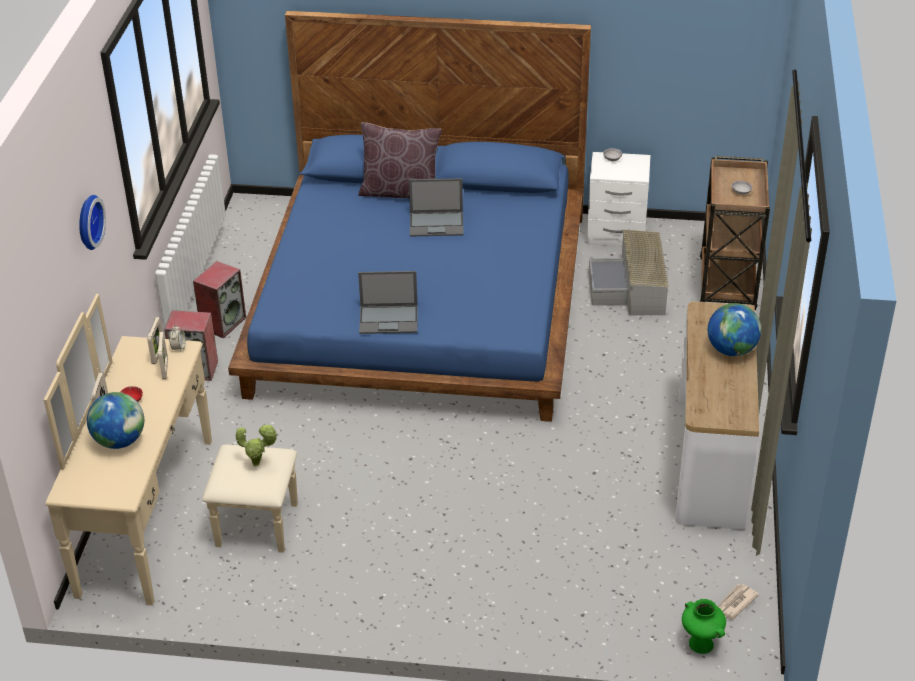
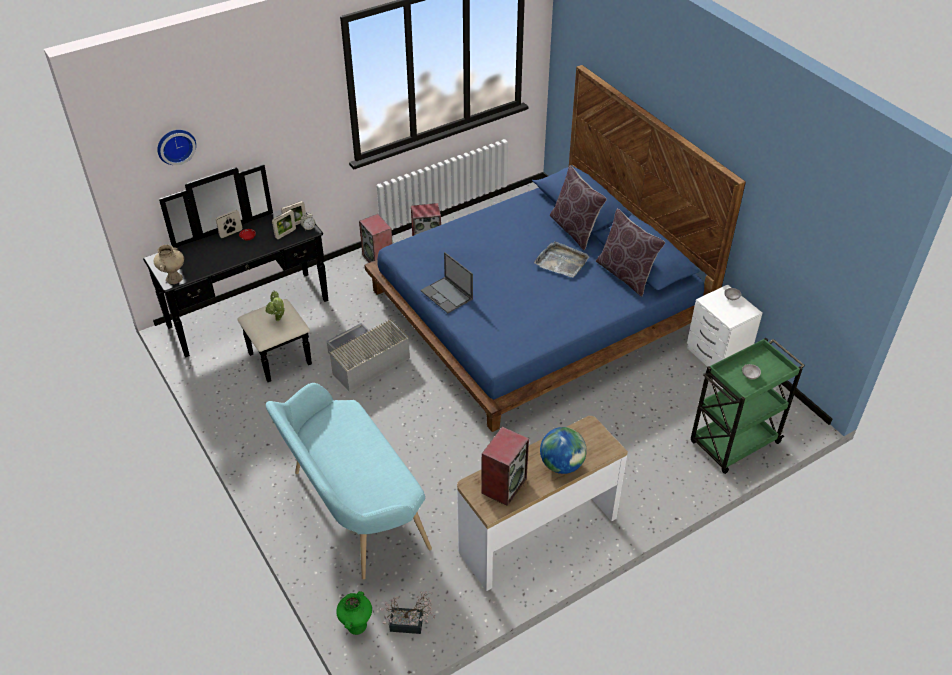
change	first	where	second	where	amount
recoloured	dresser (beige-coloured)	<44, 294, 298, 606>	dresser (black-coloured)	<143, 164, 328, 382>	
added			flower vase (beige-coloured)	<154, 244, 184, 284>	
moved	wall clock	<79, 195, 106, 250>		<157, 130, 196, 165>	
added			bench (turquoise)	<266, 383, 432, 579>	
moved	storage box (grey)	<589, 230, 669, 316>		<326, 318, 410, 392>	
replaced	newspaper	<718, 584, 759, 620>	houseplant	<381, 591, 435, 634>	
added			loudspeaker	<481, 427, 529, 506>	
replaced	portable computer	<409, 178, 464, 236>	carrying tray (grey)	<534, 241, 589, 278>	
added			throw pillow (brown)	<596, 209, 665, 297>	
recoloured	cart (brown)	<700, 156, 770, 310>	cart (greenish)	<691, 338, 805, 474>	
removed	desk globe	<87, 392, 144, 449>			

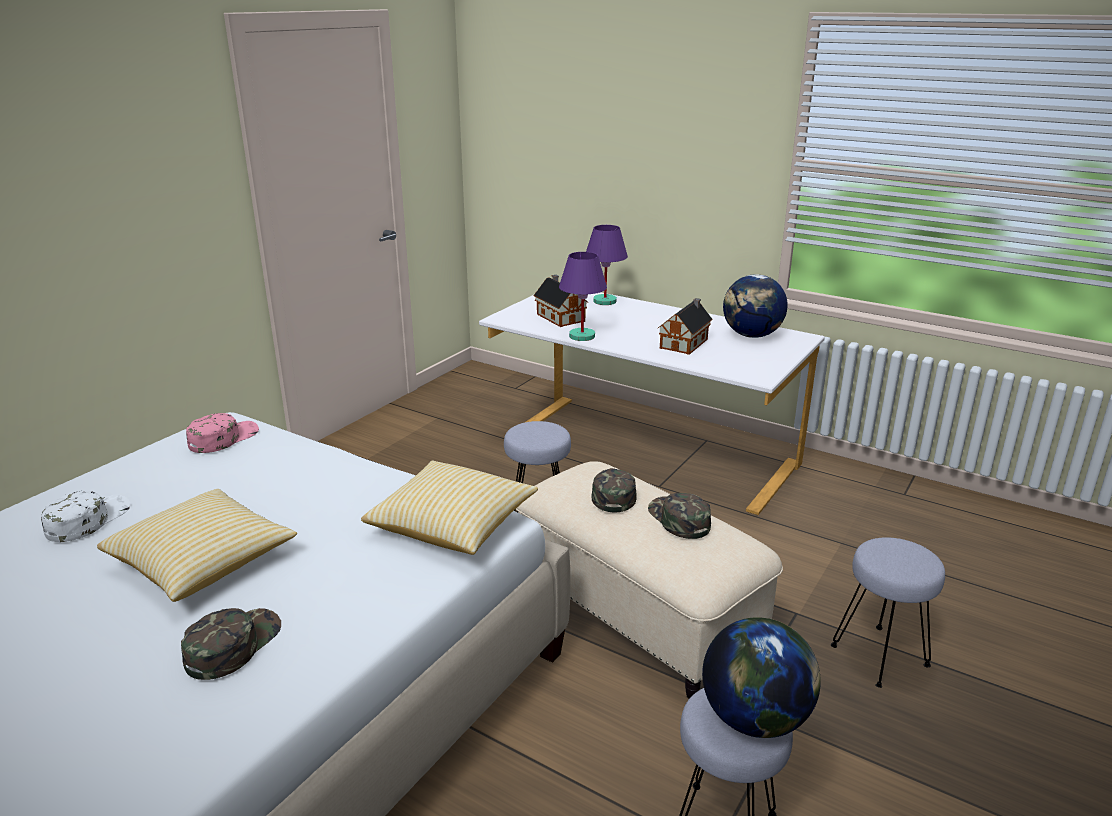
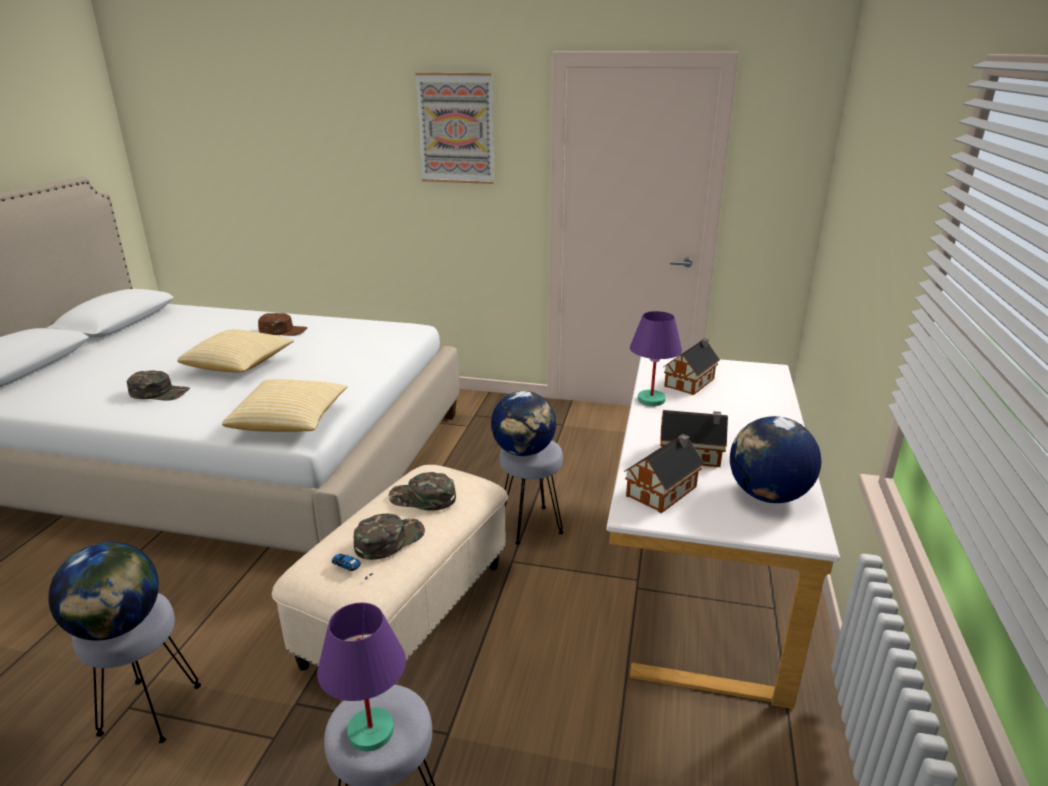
change	first	where	second	where	amount
recoloured	peaked cap (whitish)	<41, 490, 131, 542>	peaked cap (brown)	<258, 313, 308, 336>	
moved	table lamp (purplish)	<586, 225, 628, 305>		<317, 603, 406, 751>	
added			toy car	<332, 554, 373, 580>	
turned	peaked cap (greenish)	<591, 468, 637, 512>		<389, 472, 456, 511>	150 degrees counterclockwise
added			picture	<415, 73, 494, 184>	
added			desk globe	<491, 391, 556, 456>	
added			miniature house	<624, 434, 704, 513>	
removed	peaked cap (pinkish)	<186, 413, 259, 453>			

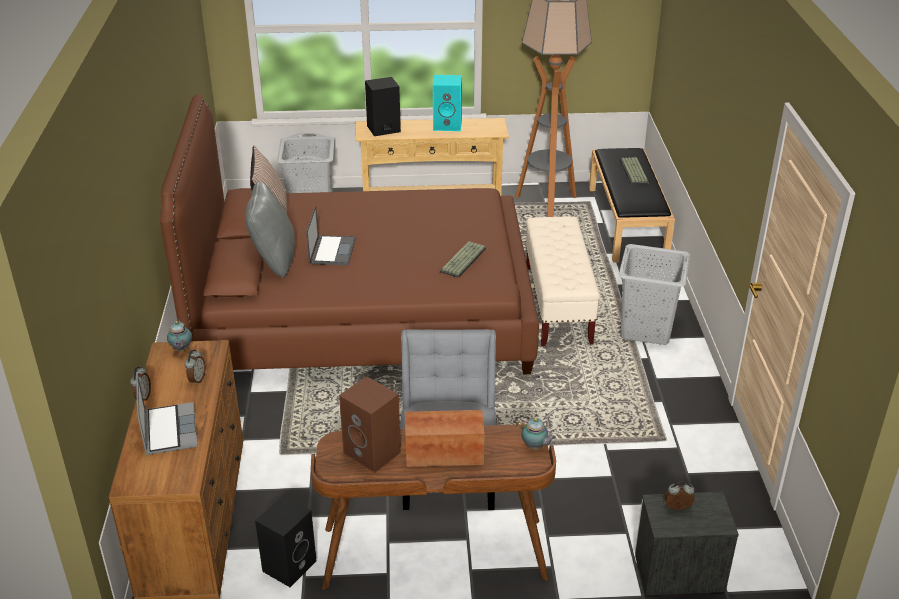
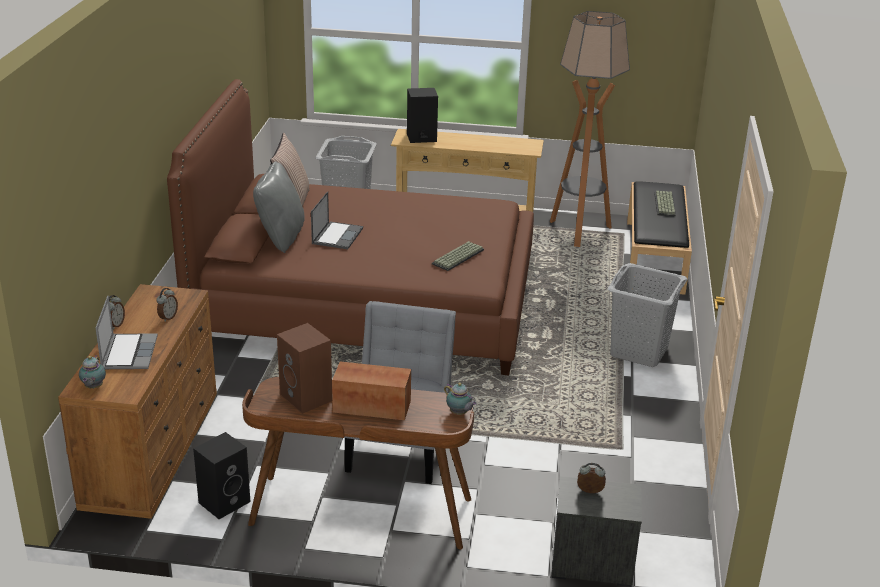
change	first	where	second	where	amount
moved	teapot	<167, 319, 192, 351>		<79, 355, 106, 389>	
removed	loudspeaker (turquoise)	<433, 75, 462, 131>			
removed	bench (beige-coloured)	<526, 216, 600, 346>			

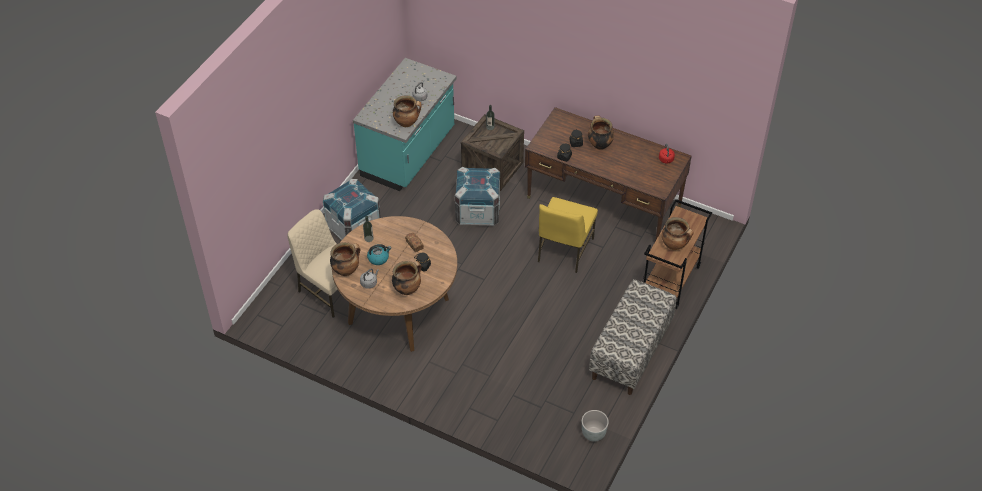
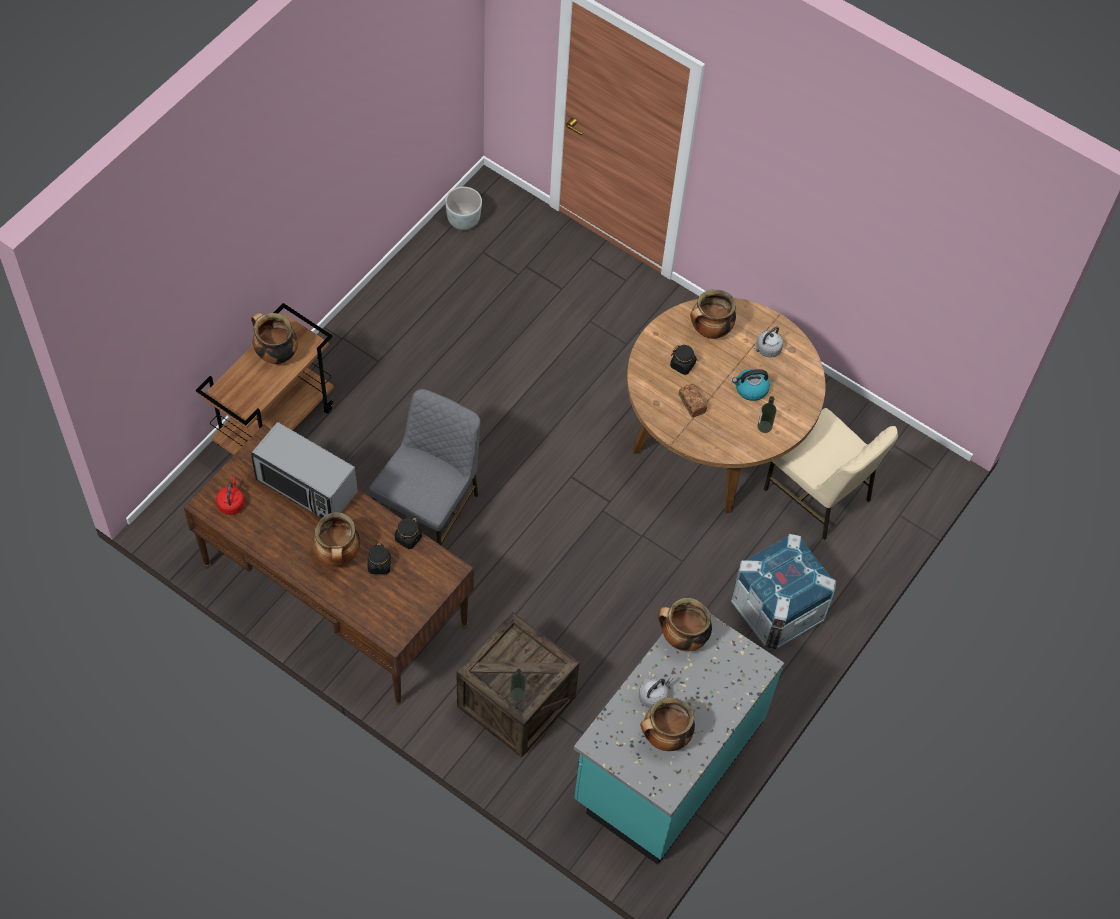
change	first	where	second	where	amount
added			microwave oven	<251, 422, 358, 518>	
recoloured	upright chair (yellowish)	<538, 197, 598, 273>	upright chair (grey)	<369, 389, 481, 545>	
moved	cooking pot	<330, 242, 360, 276>		<640, 697, 695, 751>	
removed	crate	<455, 167, 500, 226>			
removed	bench	<589, 279, 677, 395>			

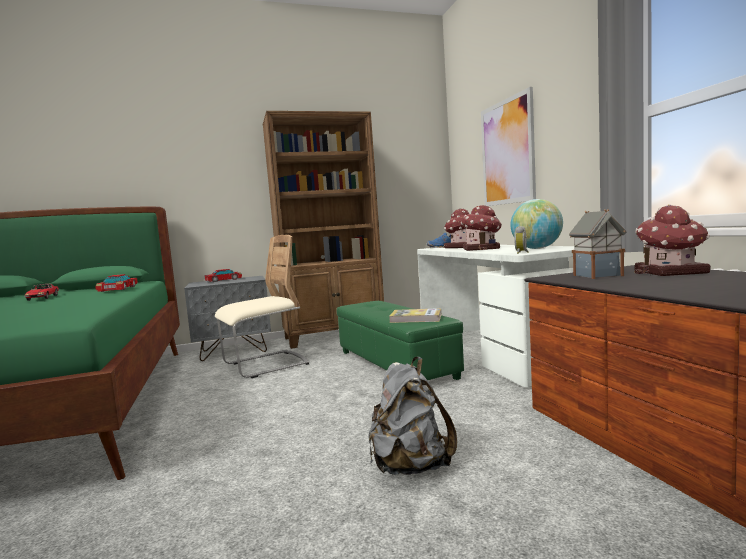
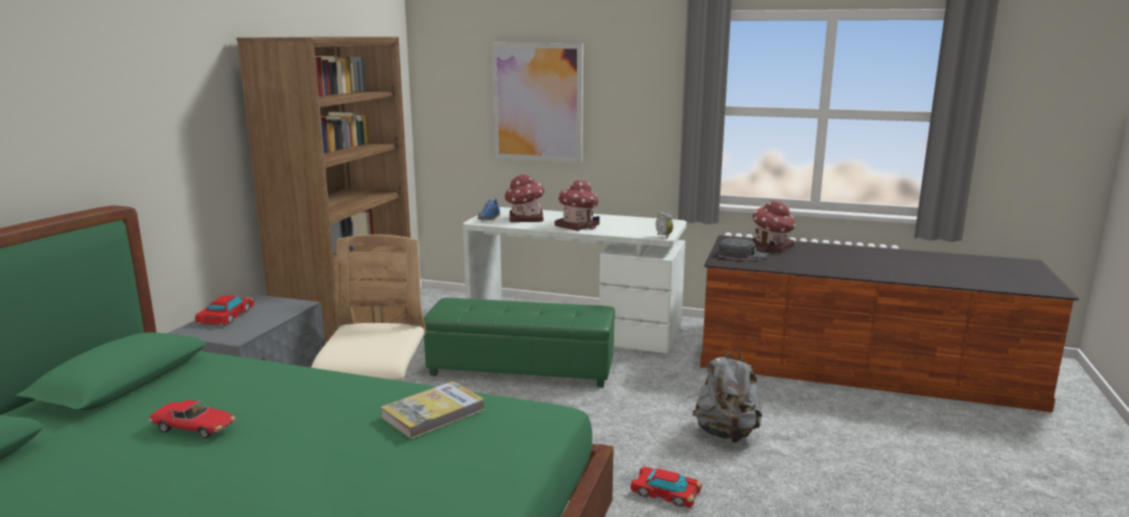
change	first	where	second	where	amount
moved	book	<389, 308, 441, 323>		<381, 381, 485, 439>	
moved	toy car	<95, 274, 138, 292>		<631, 467, 702, 508>	
replaced	miniature house	<569, 209, 627, 279>	peaked cap (black-coloured)	<718, 238, 768, 262>	
removed	desk globe	<510, 199, 563, 249>			

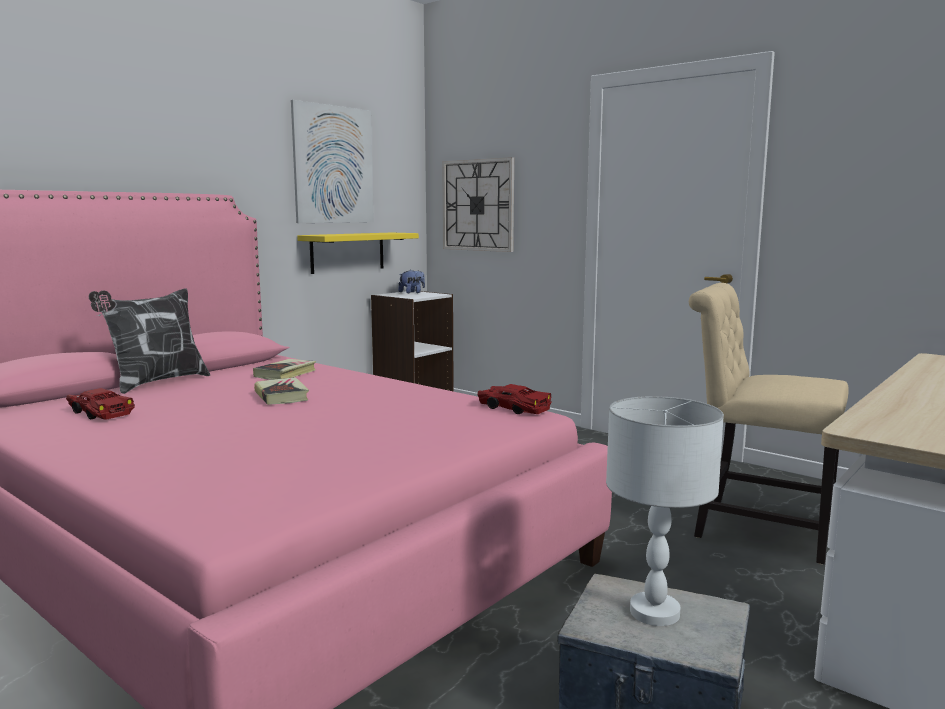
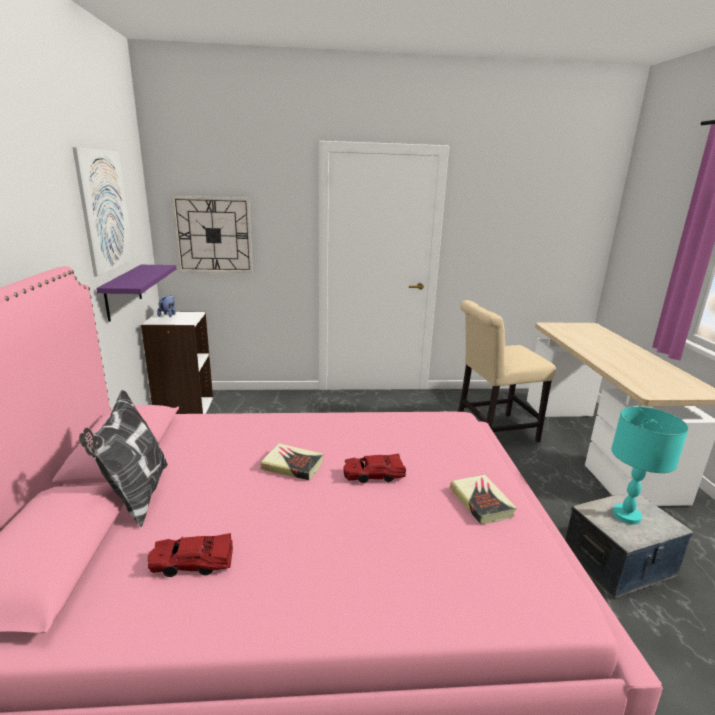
change	first	where	second	where	amount
recoloured	wall shelf (yellowish)	<297, 233, 419, 274>	wall shelf (purplish)	<96, 265, 176, 322>	
moved	toy car (reddish)	<477, 384, 552, 414>		<343, 454, 406, 483>	
moved	book	<253, 359, 316, 380>		<450, 474, 517, 524>	
recoloured	table lamp (whitish)	<606, 396, 724, 626>	table lamp (turquoise)	<611, 406, 689, 524>	

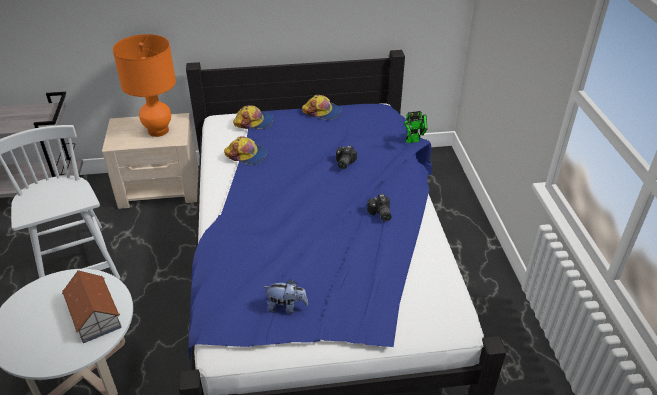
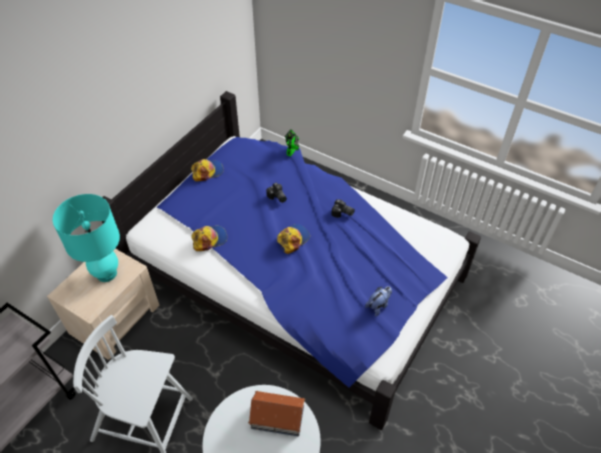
change	first	where	second	where	amount
recoloured	table lamp (orange-coloured)	<113, 34, 176, 137>	table lamp (turquoise)	<53, 194, 120, 282>	
moved	peaked cap	<233, 105, 273, 129>		<277, 224, 310, 254>	

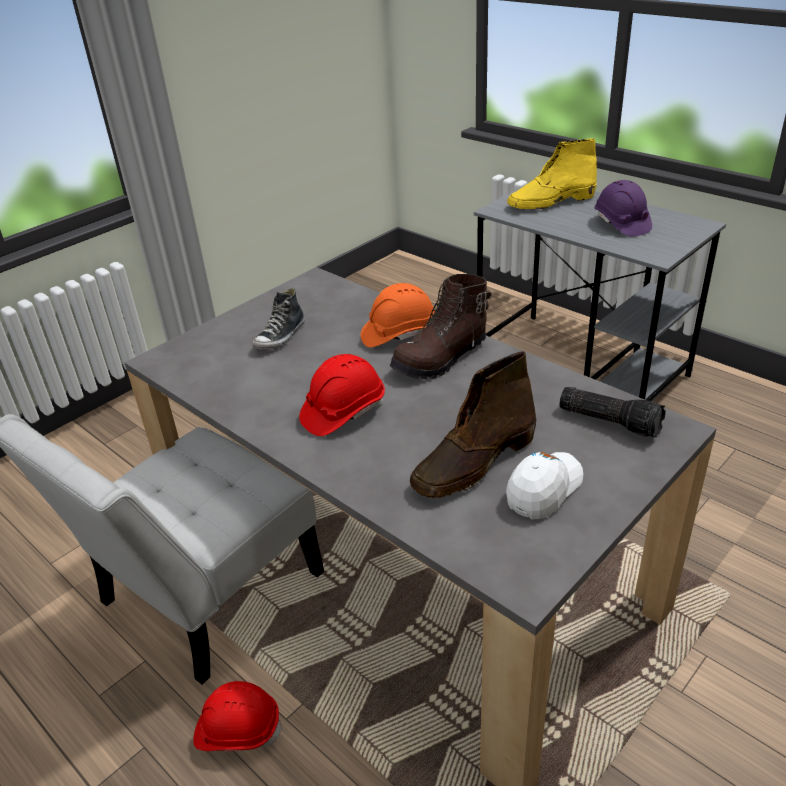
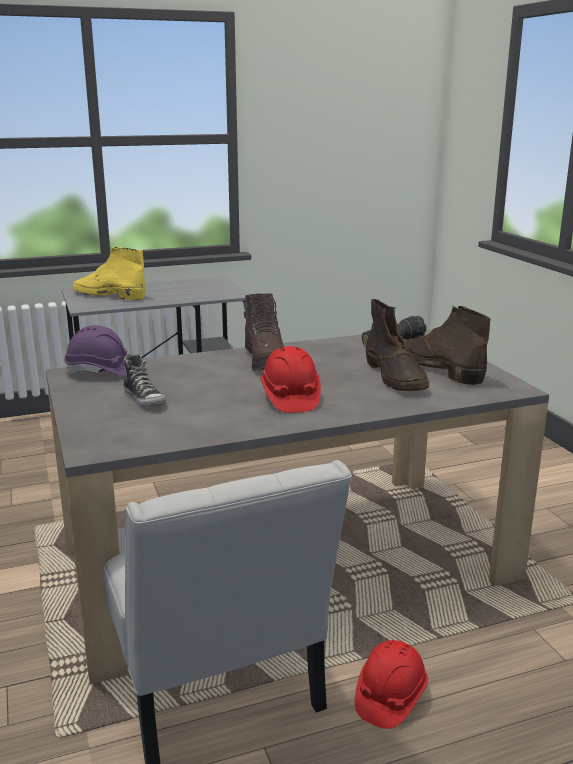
change	first	where	second	where	amount
moved	hard hat (purplish)	<595, 180, 652, 236>		<64, 325, 127, 377>	
turned	tall boot (yellowish)	<507, 138, 597, 210>		<72, 247, 145, 300>	105 degrees clockwise
replaced	peaked cap (whitish)	<506, 452, 583, 520>	tall boot (brown)	<405, 306, 490, 386>	
removed	hard hat (orange-coloured)	<361, 283, 435, 348>			

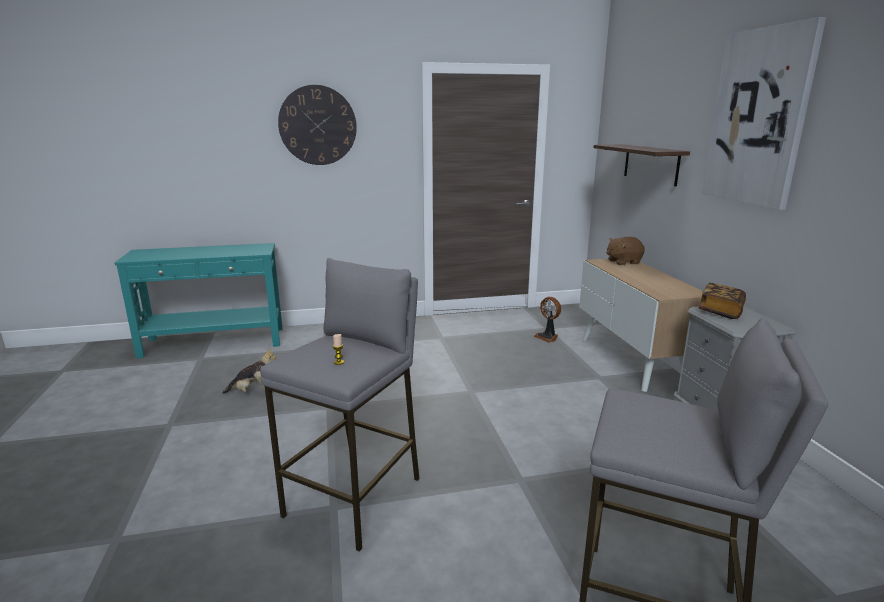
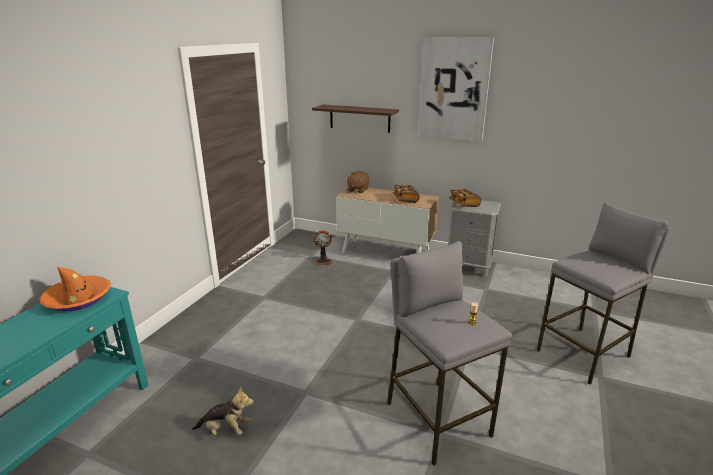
change	first	where	second	where	amount
added			wearable hat (orange-coloured)	<40, 266, 111, 312>	
turned	cuddly toy	<222, 348, 277, 394>		<192, 386, 254, 435>	60 degrees clockwise
added			book	<393, 185, 420, 203>	
removed	wall clock	<278, 85, 357, 165>			

